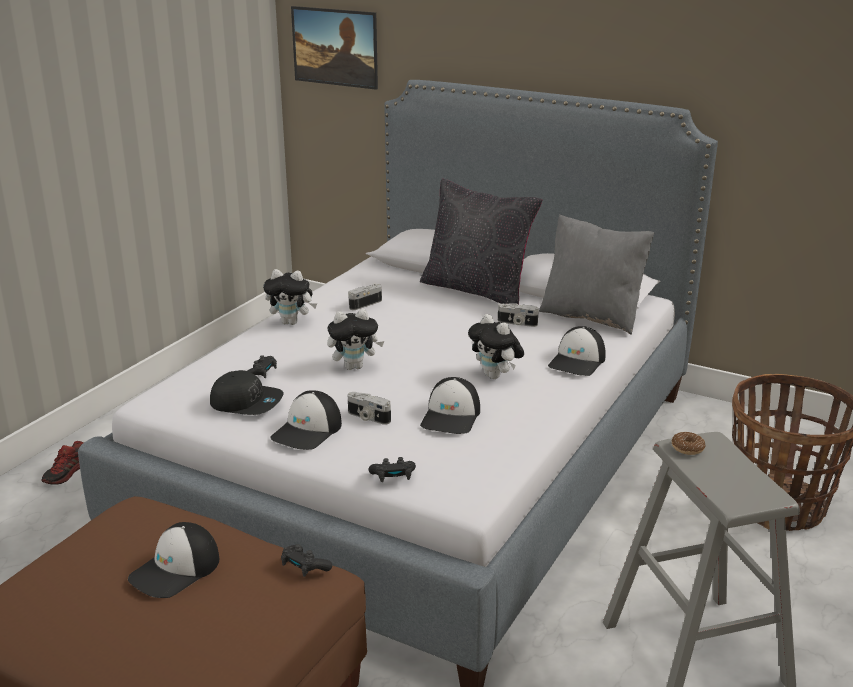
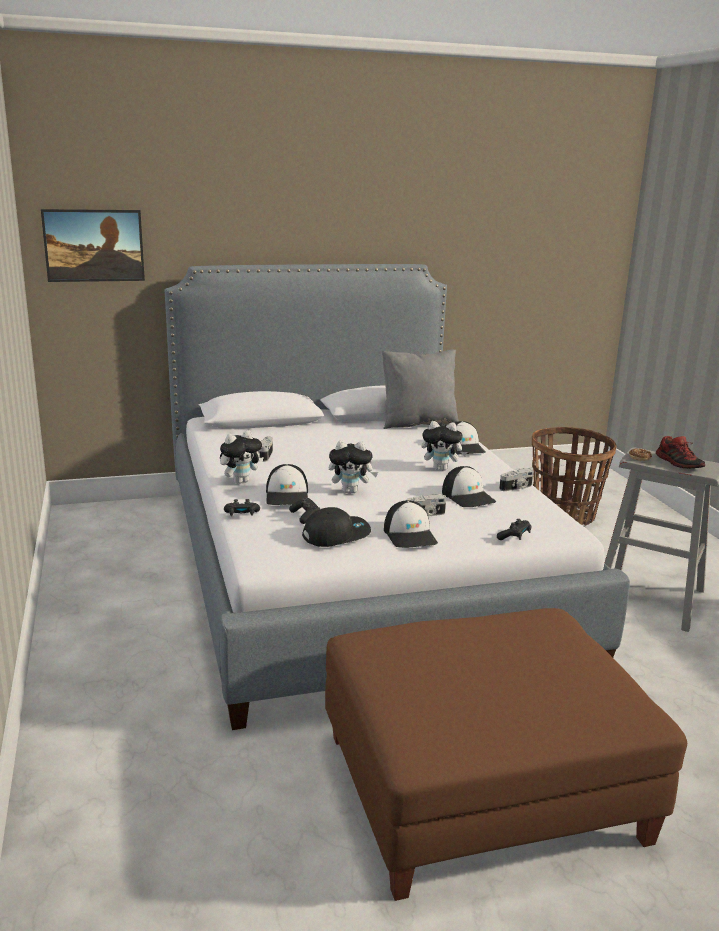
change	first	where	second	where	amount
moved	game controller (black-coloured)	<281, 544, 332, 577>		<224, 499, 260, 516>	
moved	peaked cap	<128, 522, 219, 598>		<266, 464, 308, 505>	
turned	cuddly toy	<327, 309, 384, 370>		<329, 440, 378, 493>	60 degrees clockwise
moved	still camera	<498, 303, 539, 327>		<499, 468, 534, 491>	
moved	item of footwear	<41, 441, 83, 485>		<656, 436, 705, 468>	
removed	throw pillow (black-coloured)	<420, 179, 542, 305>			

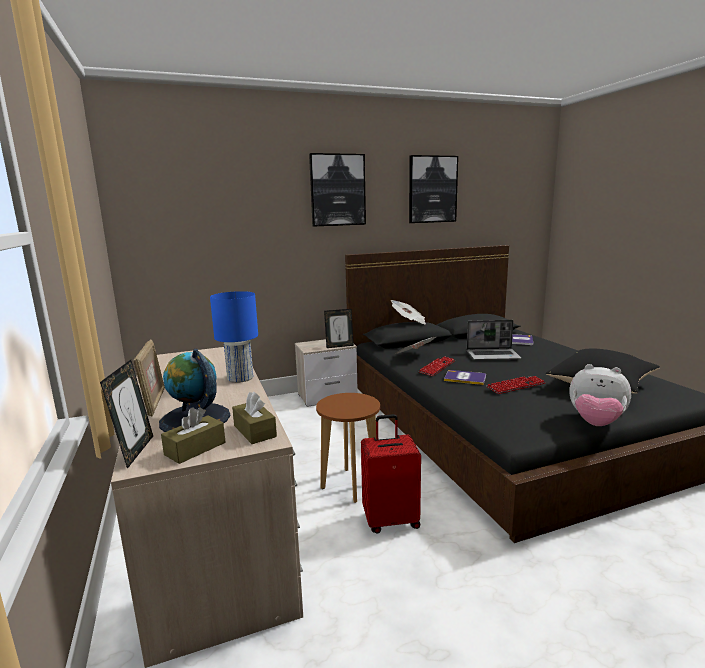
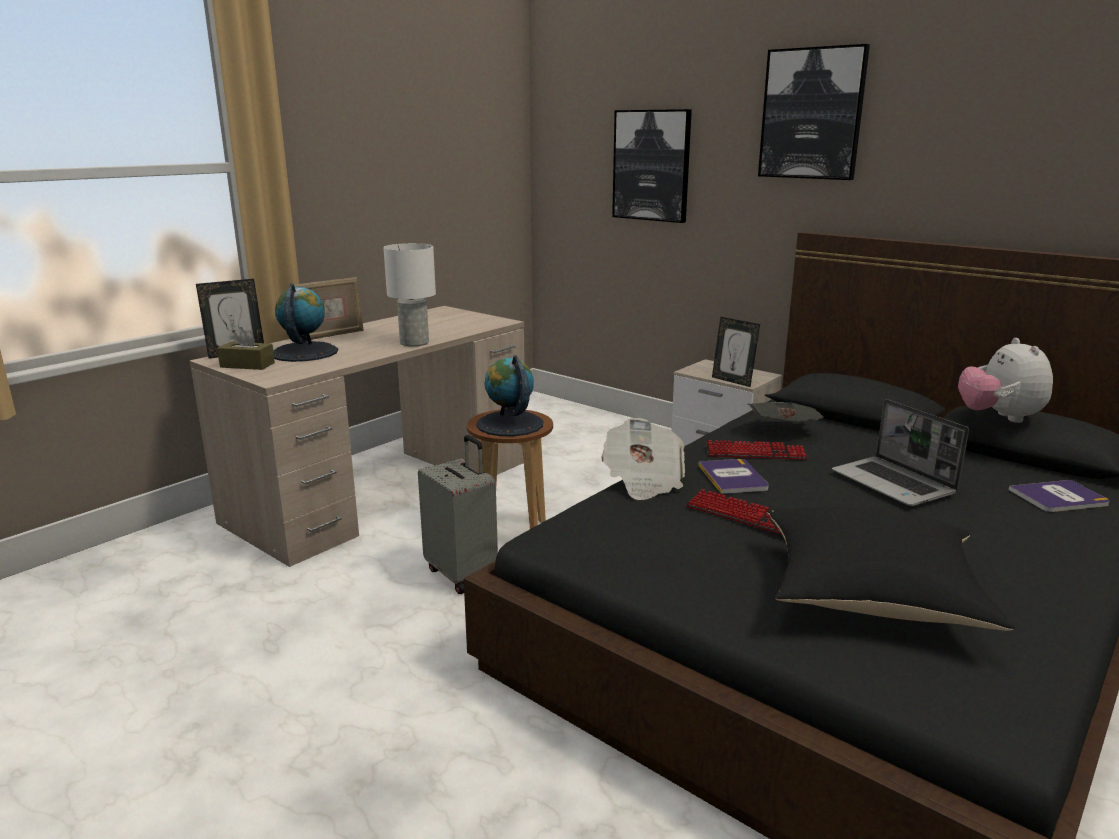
change	first	where	second	where	amount
recoloured	table lamp (blue)	<210, 291, 258, 383>	table lamp (whitish)	<383, 243, 436, 346>	
recoloured	suitcase (reddish)	<361, 414, 421, 533>	suitcase (grey)	<418, 435, 498, 594>	
added			desk globe	<476, 355, 543, 436>	
moved	newspaper	<391, 300, 425, 324>		<601, 418, 685, 500>	
moved	picture	<409, 155, 458, 223>		<612, 109, 692, 223>	
moved	cuddly toy	<569, 364, 631, 426>		<958, 338, 1053, 423>	
removed	tissue holder (brown)	<232, 391, 277, 444>			

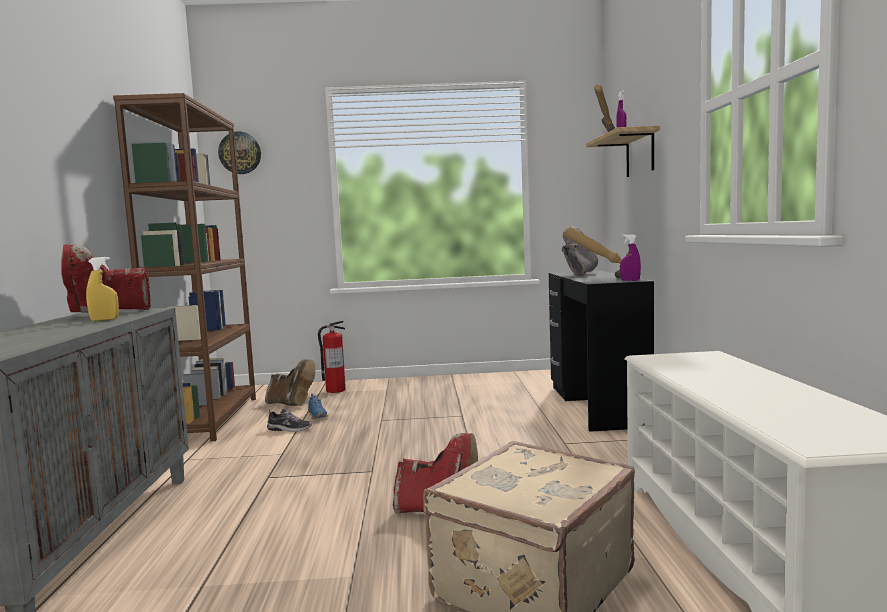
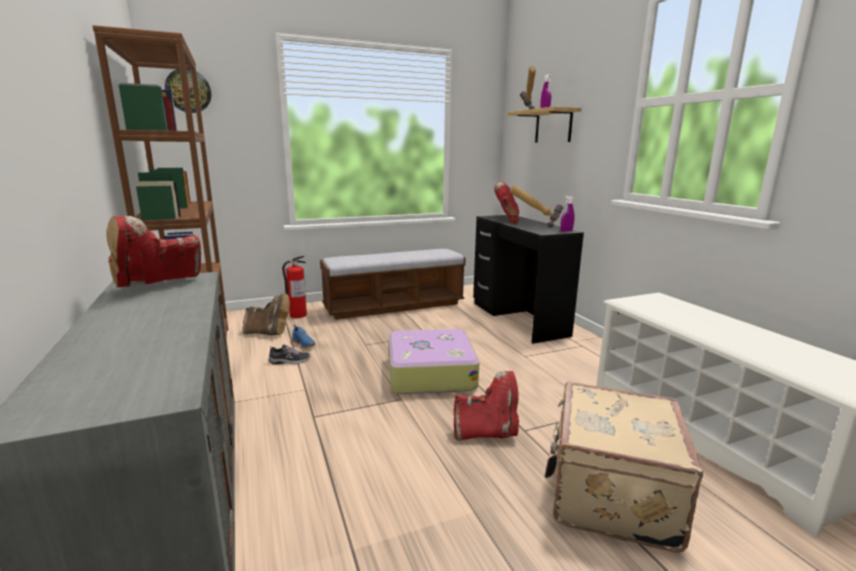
change	first	where	second	where	amount
added			bench	<320, 249, 466, 320>	
added			suitcase	<389, 329, 480, 394>	
recoloured	tall boot (grey)	<562, 226, 598, 277>	tall boot (reddish)	<494, 181, 519, 224>	
removed	spray bottle (yellowish)	<86, 257, 119, 321>			

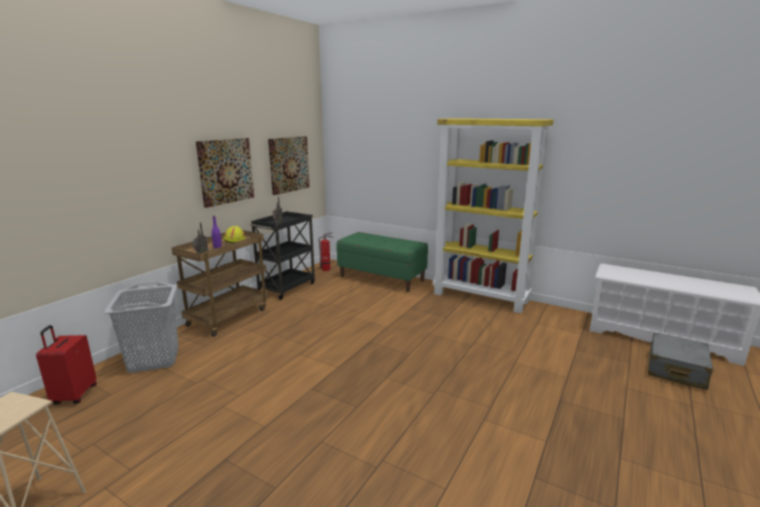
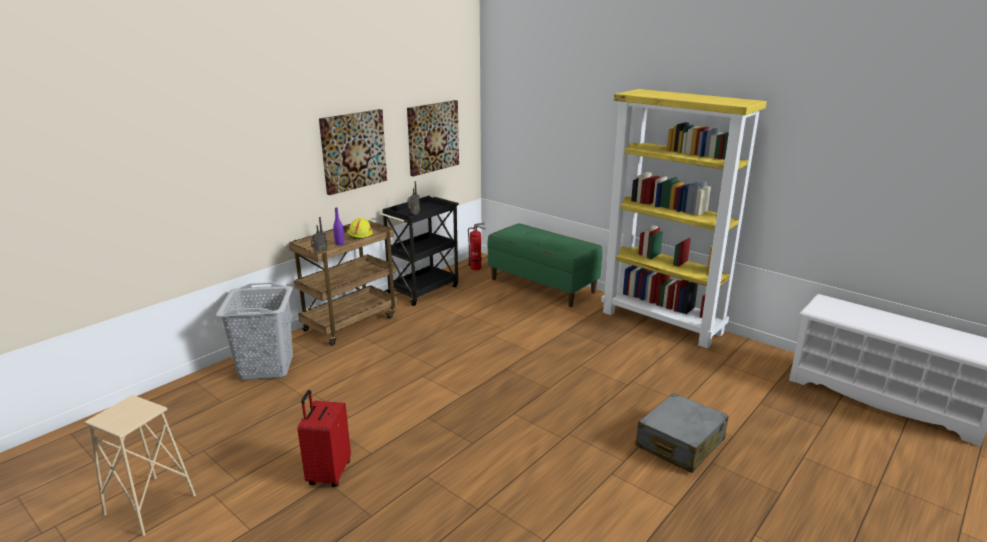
change	first	where	second	where	amount
moved	suitcase (reddish)	<36, 325, 97, 404>		<298, 390, 351, 487>	
moved	suitcase (grey)	<648, 333, 713, 390>		<635, 393, 729, 473>	

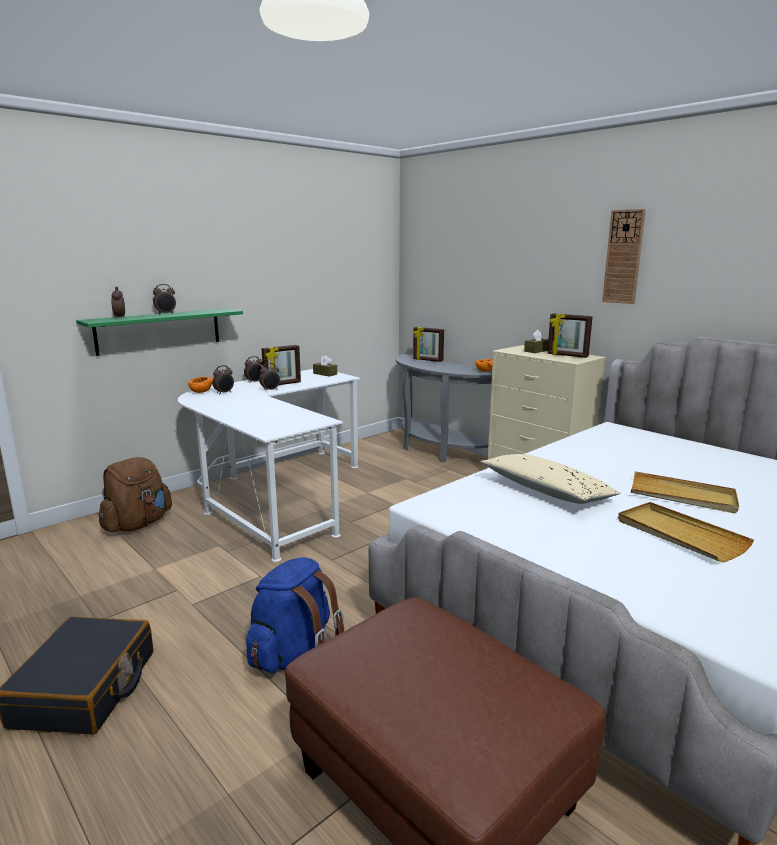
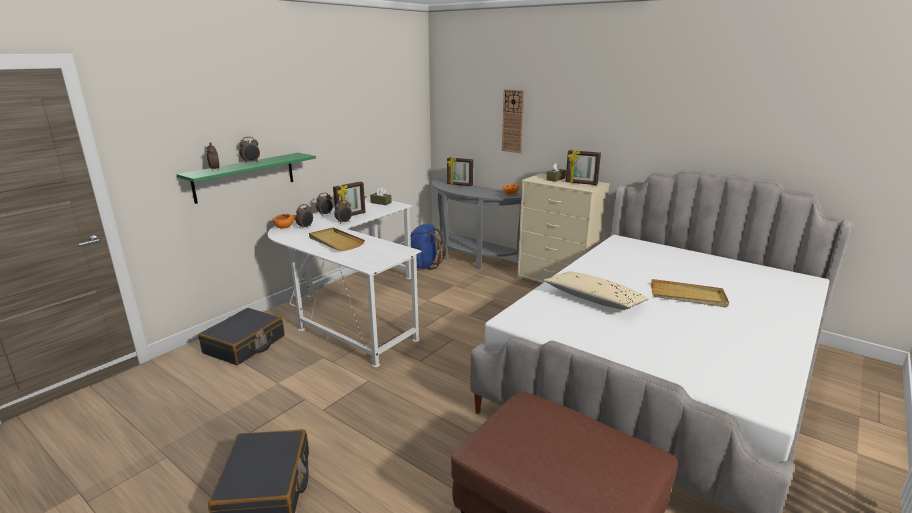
change	first	where	second	where	amount
replaced	rucksack (brown)	<99, 457, 172, 532>	suitcase (black-coloured)	<198, 308, 285, 365>	
moved	carrying tray (beige-coloured)	<618, 502, 754, 562>		<309, 227, 365, 251>	
moved	rucksack (blue)	<246, 557, 344, 673>		<410, 224, 446, 270>	
moved	wall clock	<602, 209, 646, 304>		<502, 89, 524, 153>	

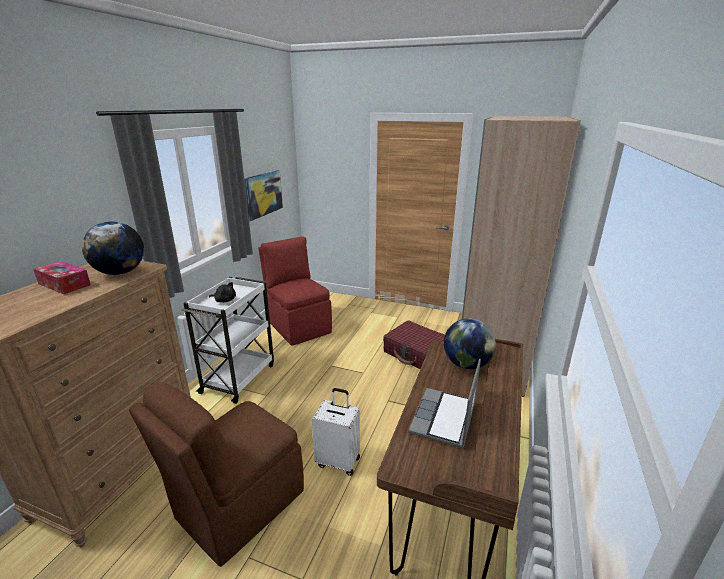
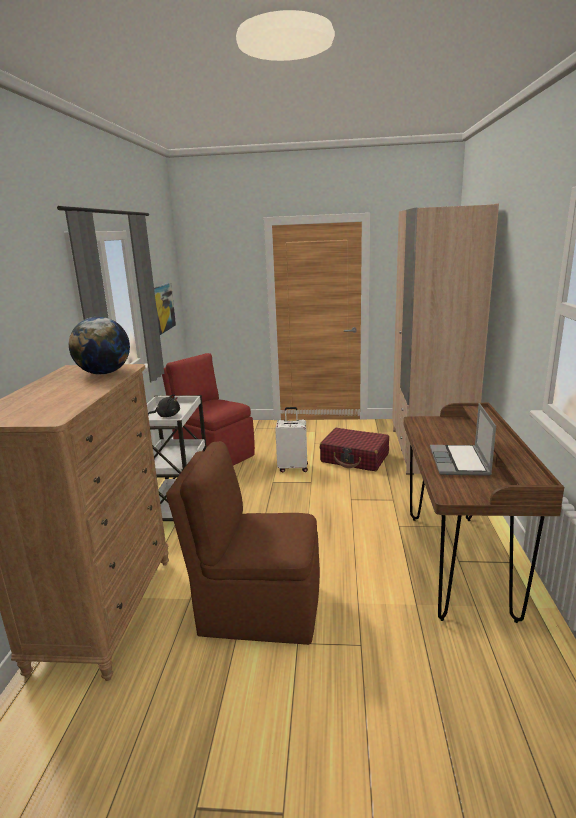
change	first	where	second	where	amount
turned	upright chair (brown)	<129, 382, 304, 567>		<166, 441, 320, 645>	75 degrees clockwise
moved	suitcase (whitish)	<312, 388, 360, 476>		<275, 407, 308, 472>	
removed	tissue holder	<33, 261, 91, 294>			
removed	desk globe	<444, 318, 496, 369>			

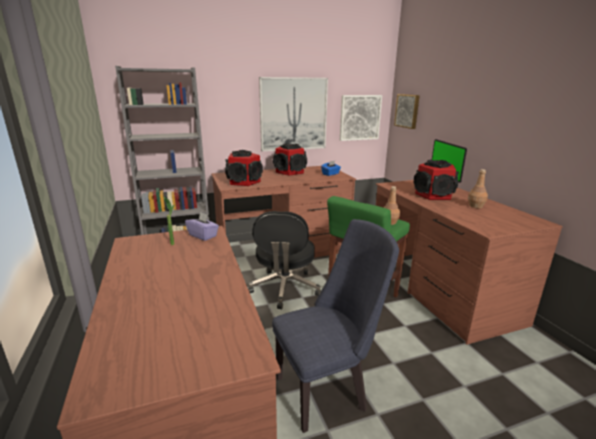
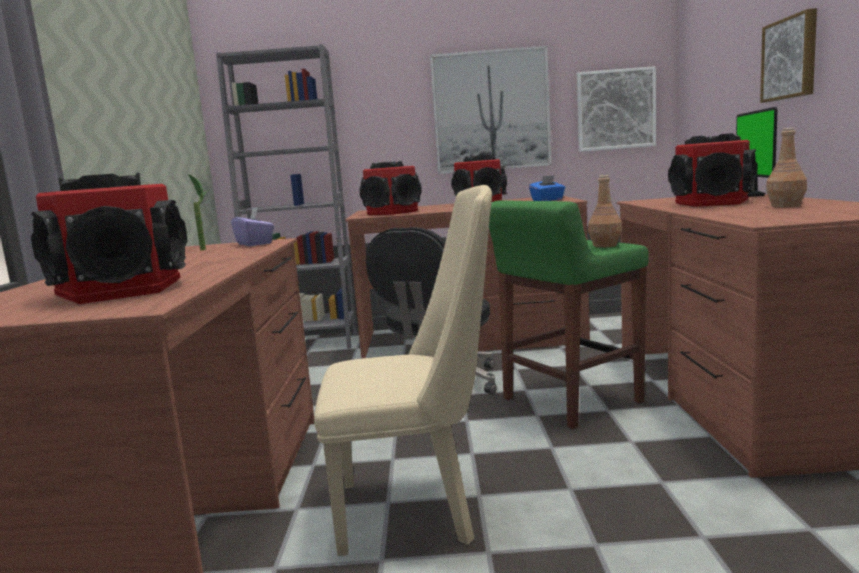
change	first	where	second	where	amount
added			loudspeaker	<31, 173, 187, 304>	
recoloured	upright chair (blue)	<272, 219, 399, 433>	upright chair (beige-coloured)	<314, 185, 492, 556>	
moved	picture	<394, 94, 420, 129>		<760, 8, 817, 103>	

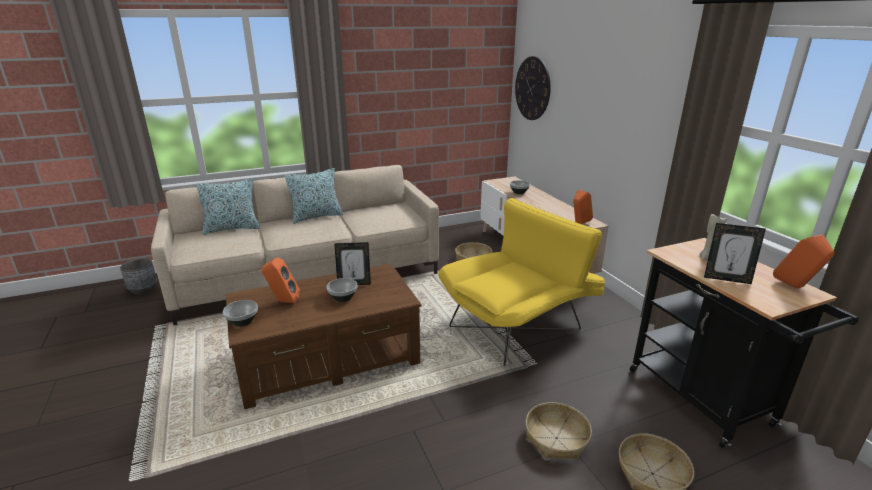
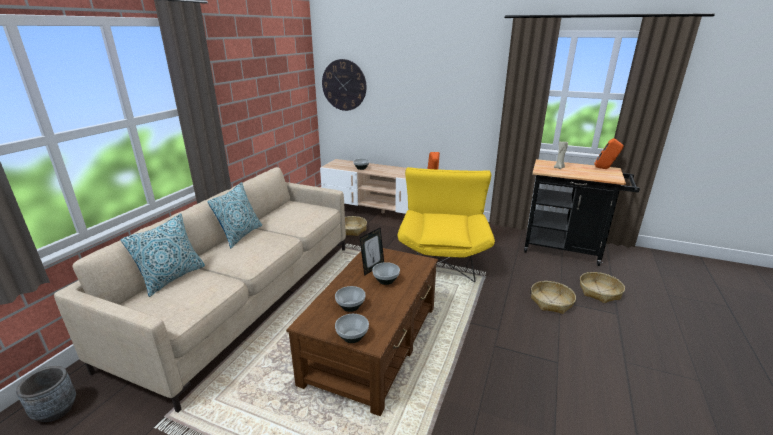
change	first	where	second	where	amount
replaced	loudspeaker (orange-coloured)	<261, 257, 300, 303>	bowl	<335, 286, 365, 312>	
removed	picture frame	<704, 223, 766, 284>			

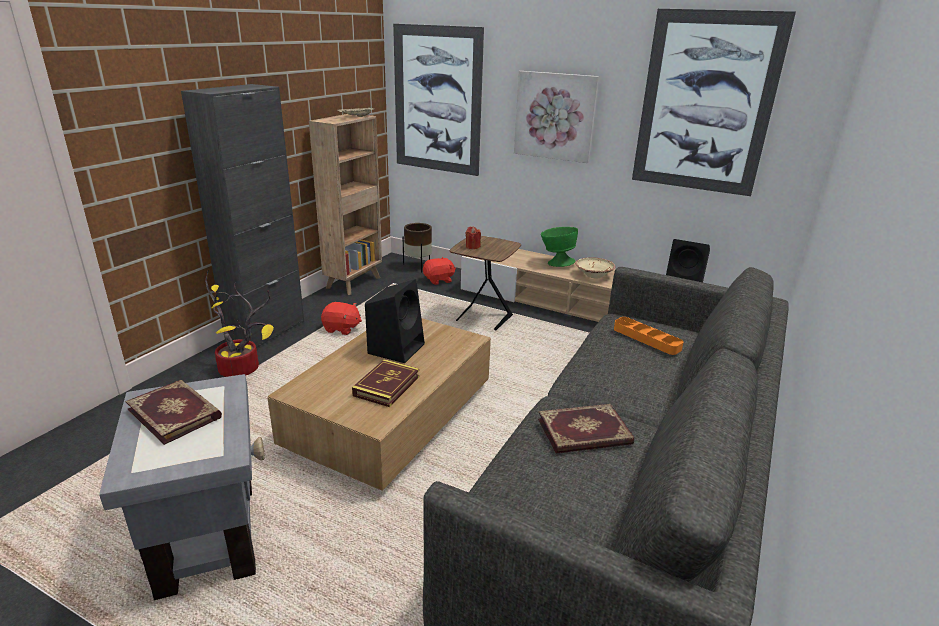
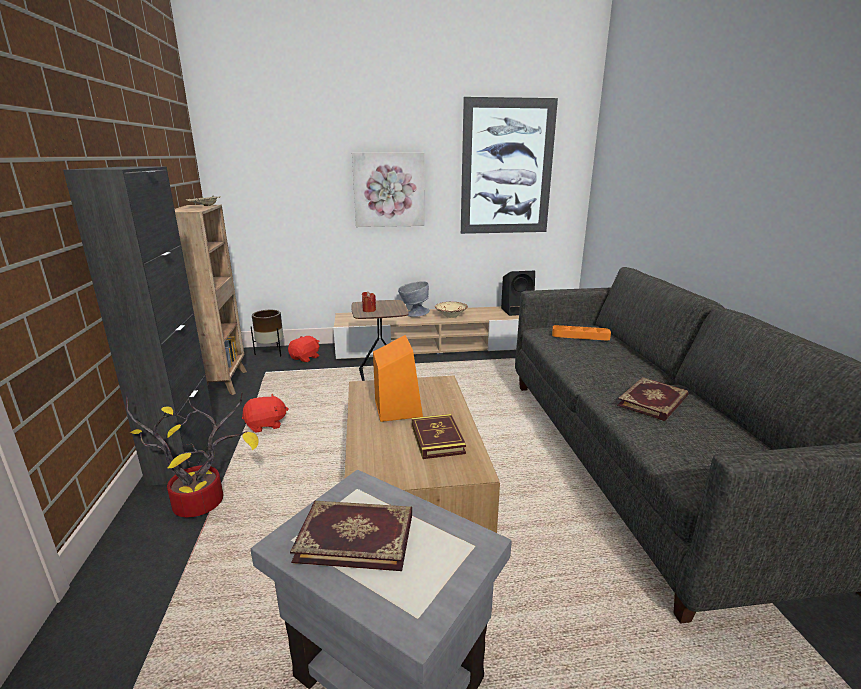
change	first	where	second	where	amount
recoloured	loudspeaker (black-coloured)	<365, 279, 425, 363>	loudspeaker (orange-coloured)	<373, 335, 423, 422>	
recoloured	bowl (greenish)	<541, 227, 578, 267>	bowl (grey)	<398, 281, 430, 317>	
removed	picture	<393, 24, 484, 176>			

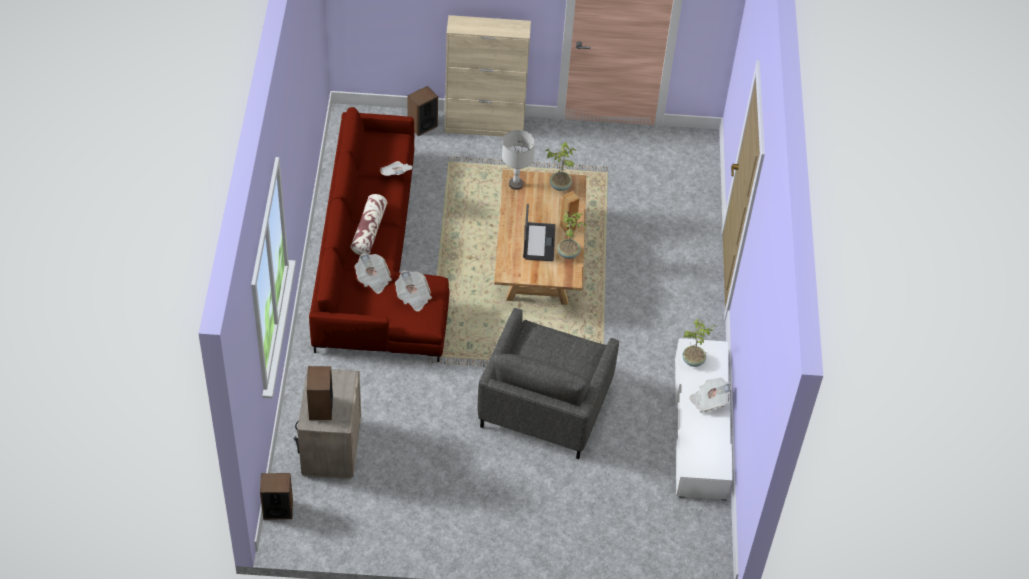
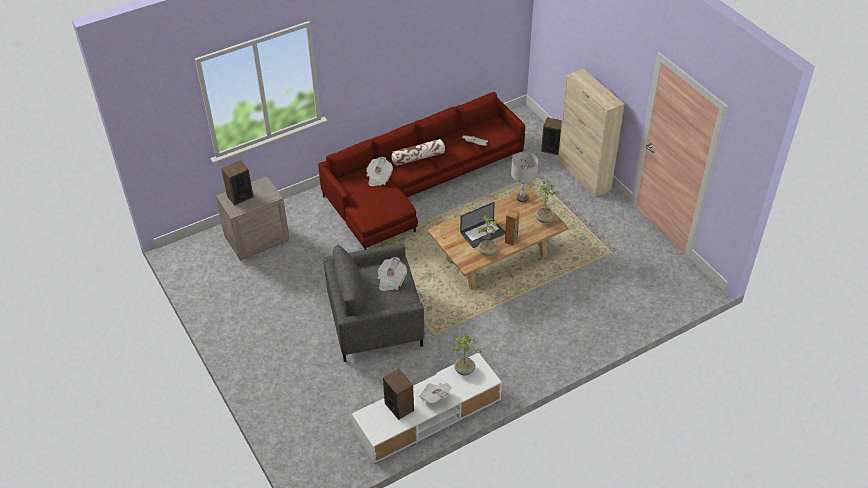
change	first	where	second	where	amount
moved	newspaper	<395, 270, 432, 312>		<377, 257, 407, 291>	
moved	loudspeaker	<260, 473, 293, 520>		<383, 369, 414, 420>	

